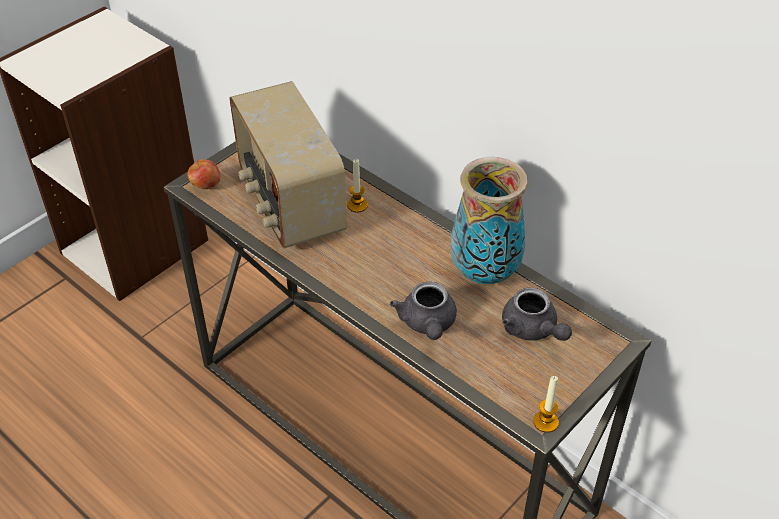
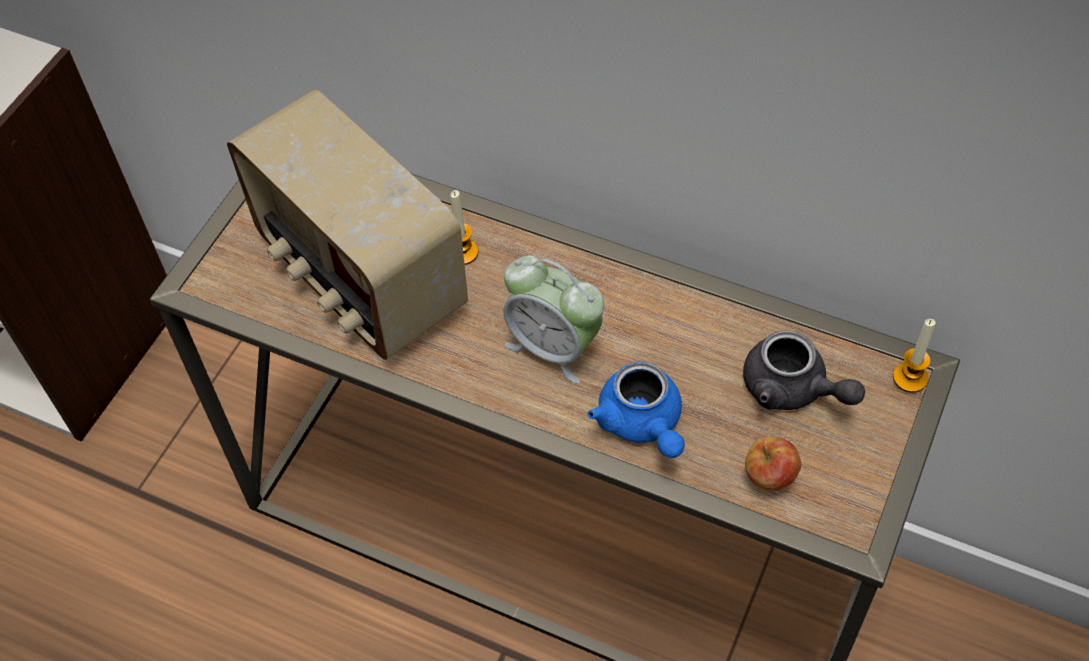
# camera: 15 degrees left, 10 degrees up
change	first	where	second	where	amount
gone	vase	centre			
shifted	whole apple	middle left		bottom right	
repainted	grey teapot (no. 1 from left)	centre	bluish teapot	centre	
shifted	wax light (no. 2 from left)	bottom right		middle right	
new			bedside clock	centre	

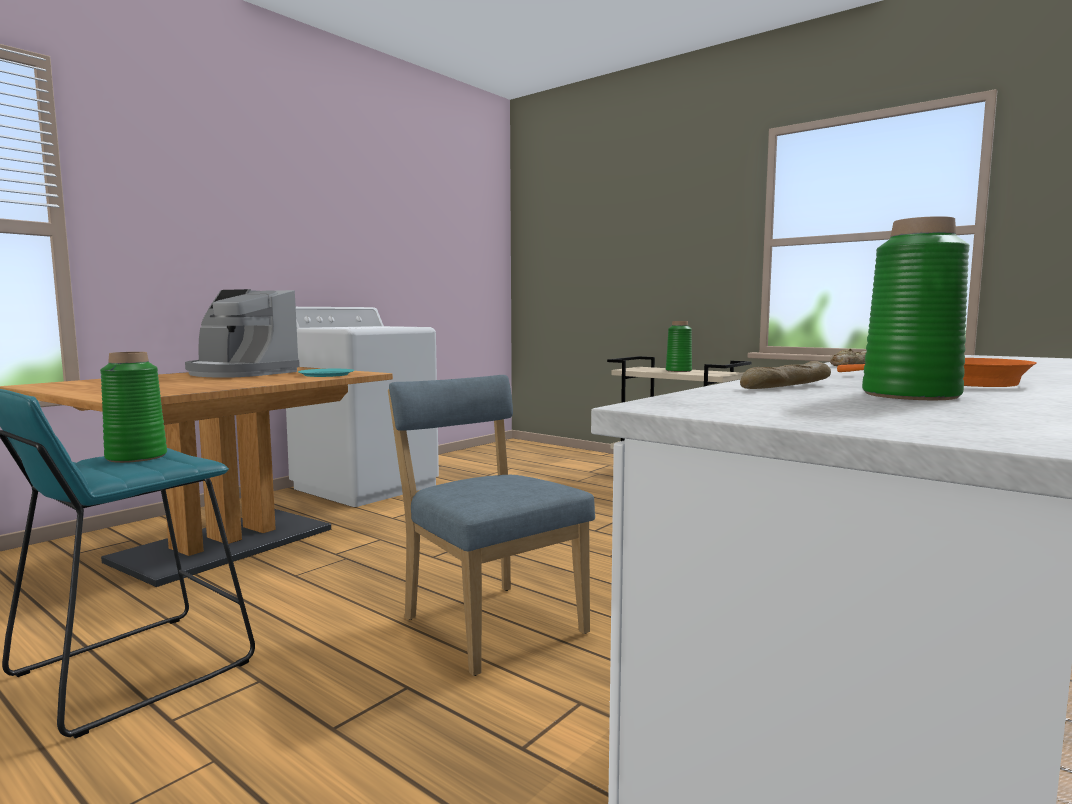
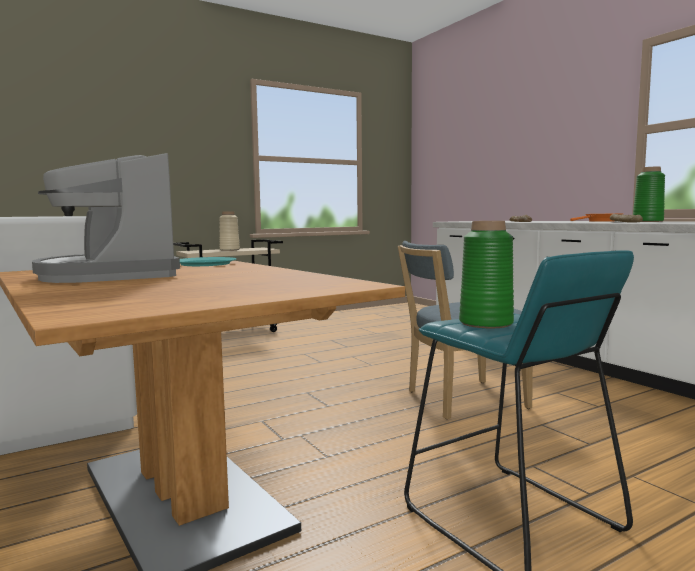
# camera: 70 degrees left, 0 degrees up
change	first	where	second	where	amount
rotated	coffee brewer	middle left		middle left	105 degrees clockwise
repainted	greenish vase (no. 2 from left)	centre	beige vase	middle left	

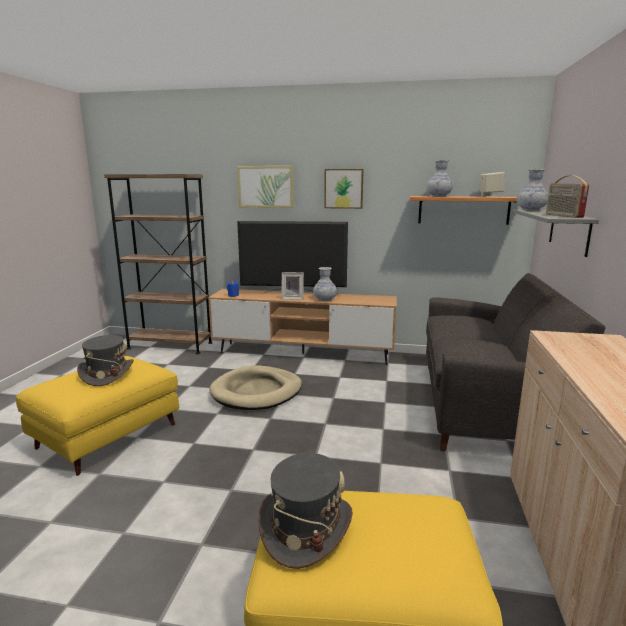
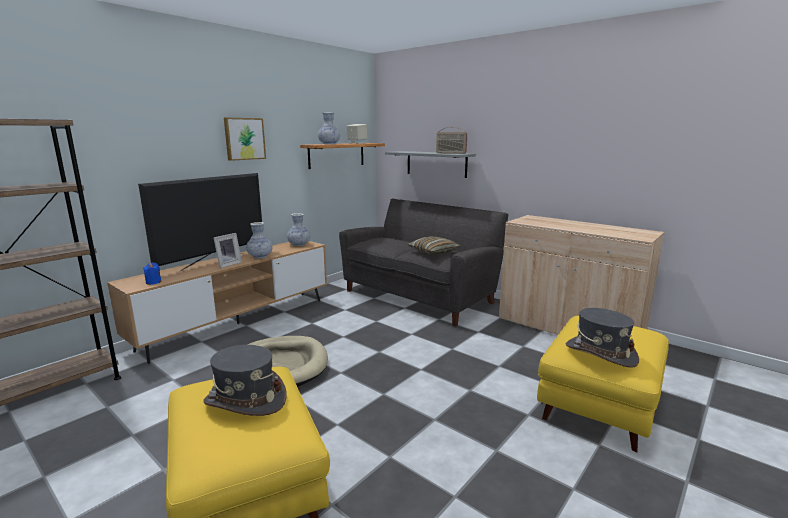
# camera: 60 degrees left, 0 degrees up
change	first	where	second	where	amount
gone	wall art (no. 1 from left)	top centre			
shifted	vase (no. 3 from left in the first image)	top right	vase (no. 2 from left)	centre	
new			pillow	centre	

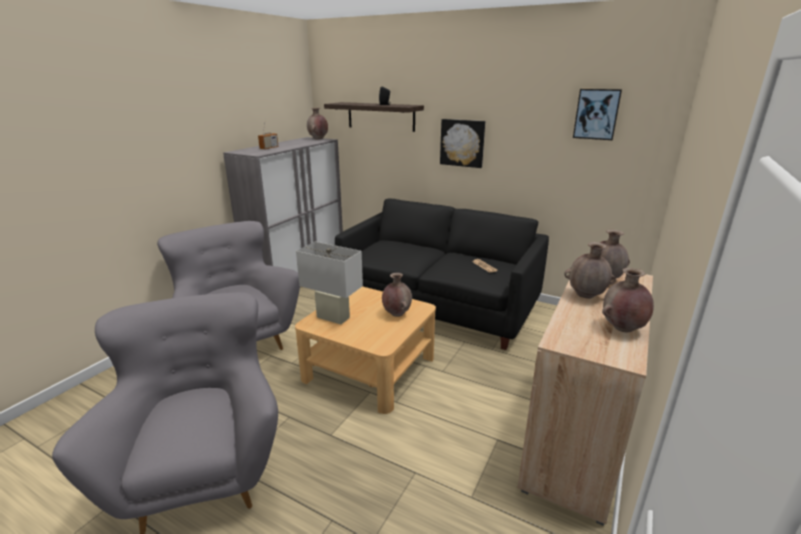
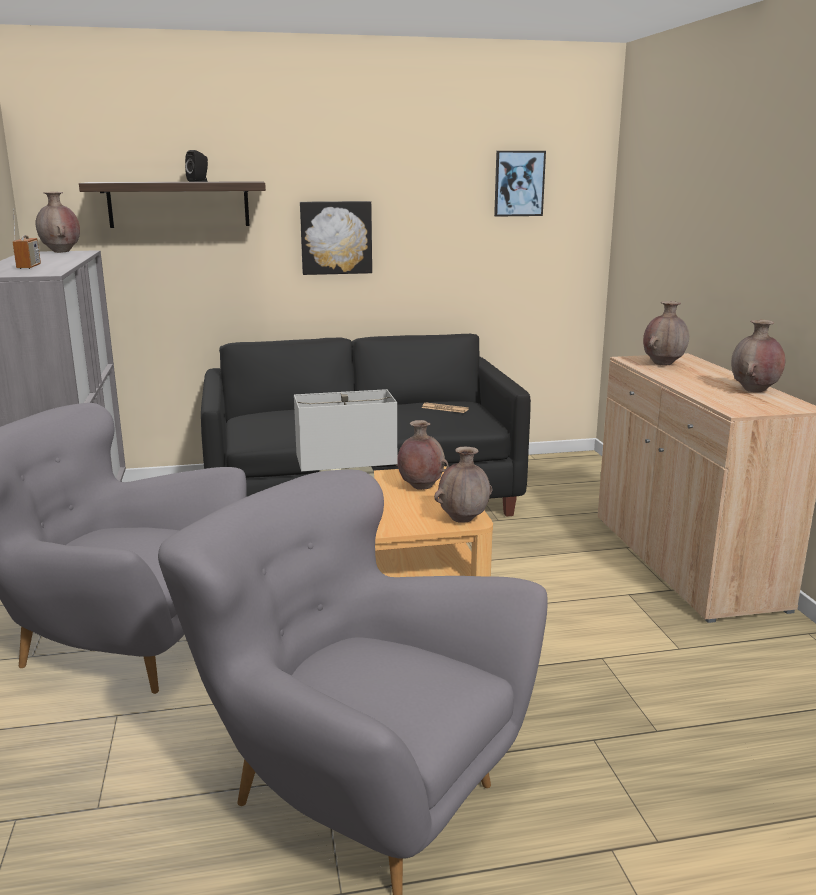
# camera: 40 degrees left, 5 degrees down
change	first	where	second	where	amount
shifted	brownish vase (no. 3 from left)	middle right		centre	

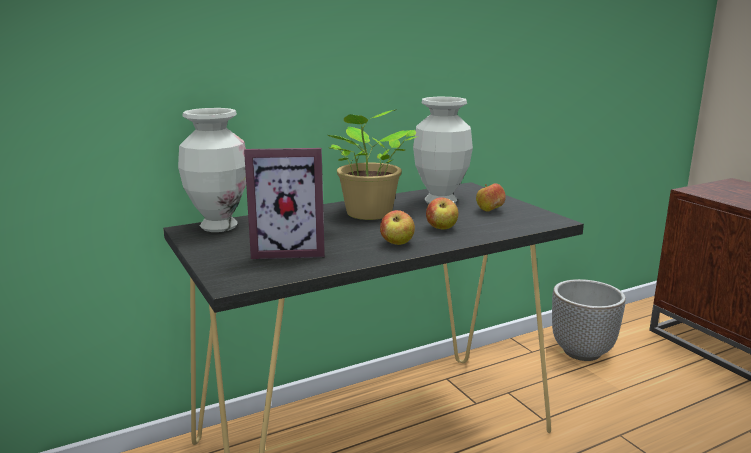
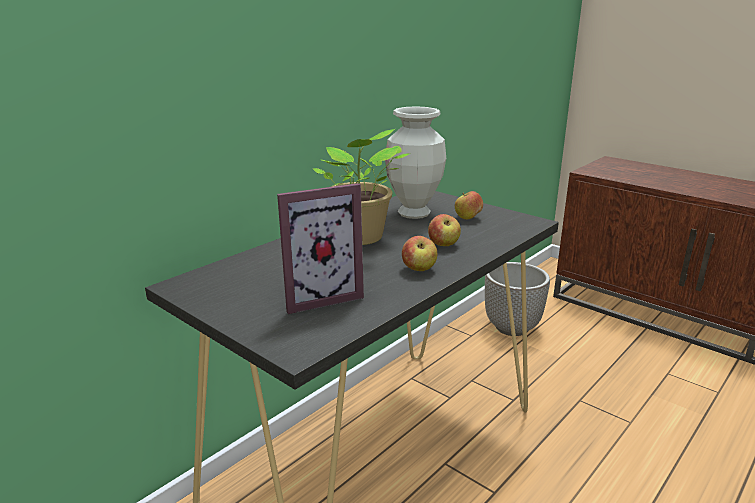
# camera: 20 degrees left, 5 degrees up
change	first	where	second	where	amount
gone	vase (no. 1 from left)	middle left			

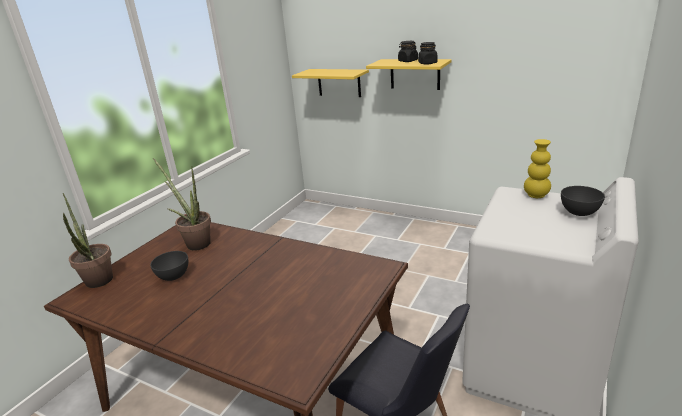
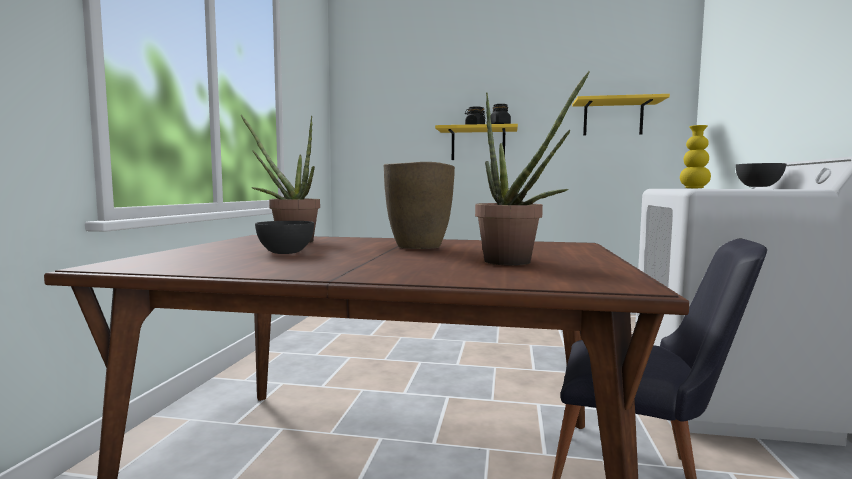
# camera: 20 degrees left, 20 degrees down
change	first	where	second	where	amount
shifted	yellowish wall shelf (no. 1 from left in the first image)	top centre	yellowish wall shelf (no. 2 from left)	top right	
shifted	potted plant (no. 1 from left in the first image)	middle left	potted plant (no. 2 from left)	centre	
new			brownish vase	centre	

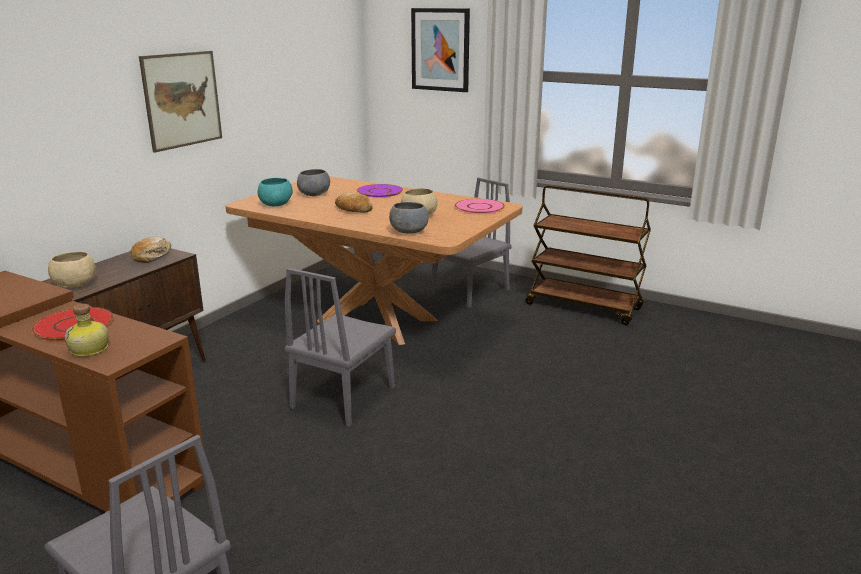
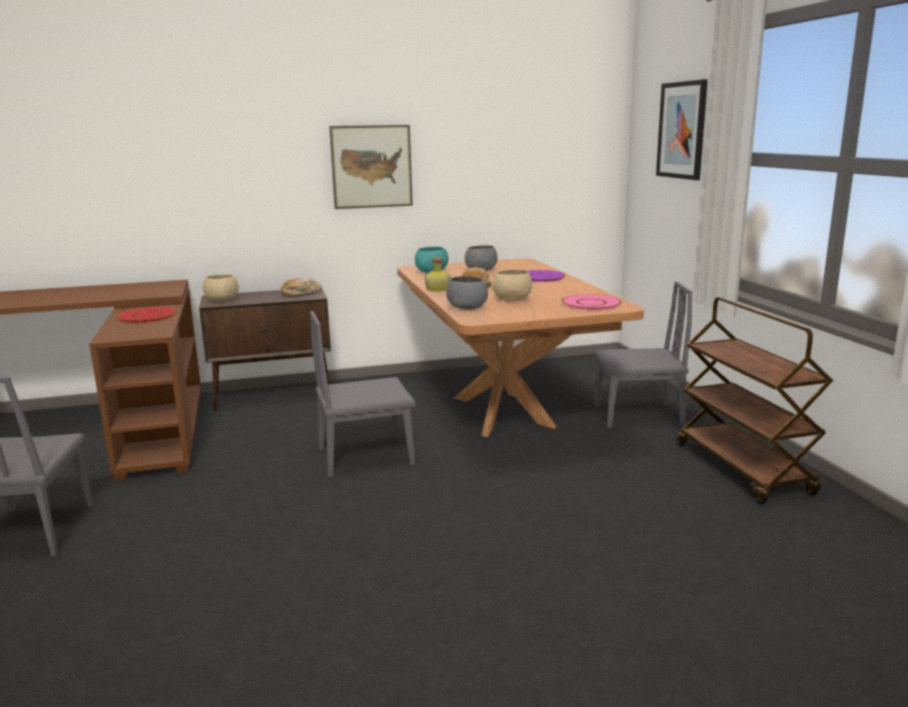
# camera: 45 degrees right, 5 degrees down
change	first	where	second	where	amount
shifted	drink bottle	middle left		centre	

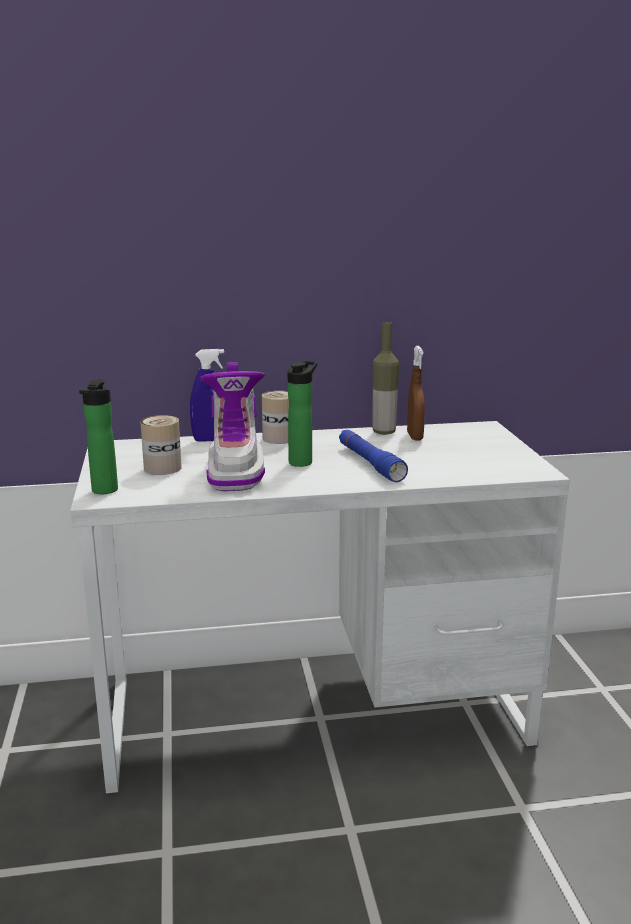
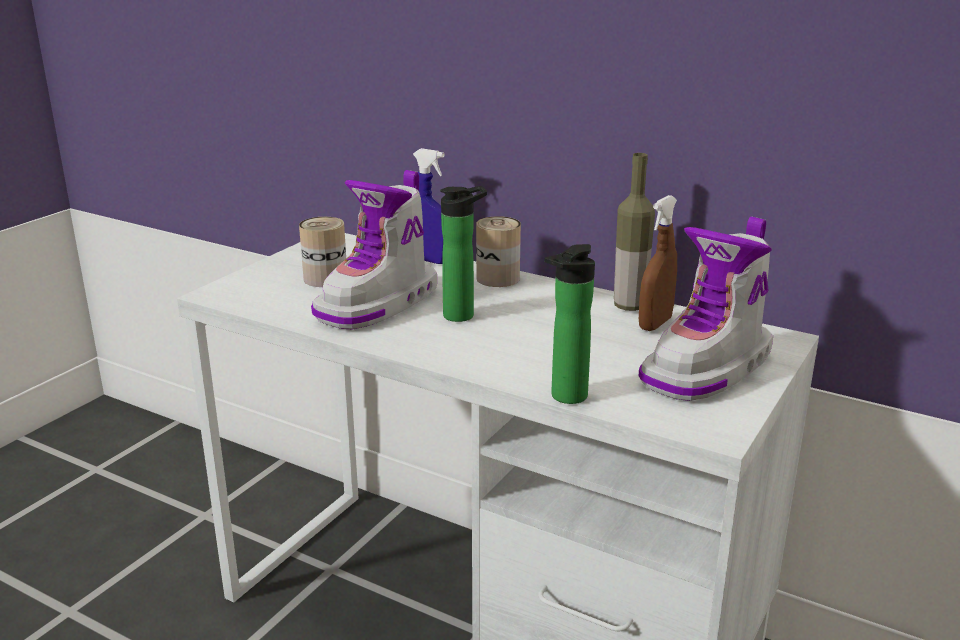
# camera: 40 degrees right, 5 degrees up
change	first	where	second	where	amount
shifted	drink bottle (no. 1 from left in the first image)	middle left	drink bottle (no. 2 from left)	centre	
gone	bluish flashlight	centre			
new			tall boot (no. 2 from left)	middle right	

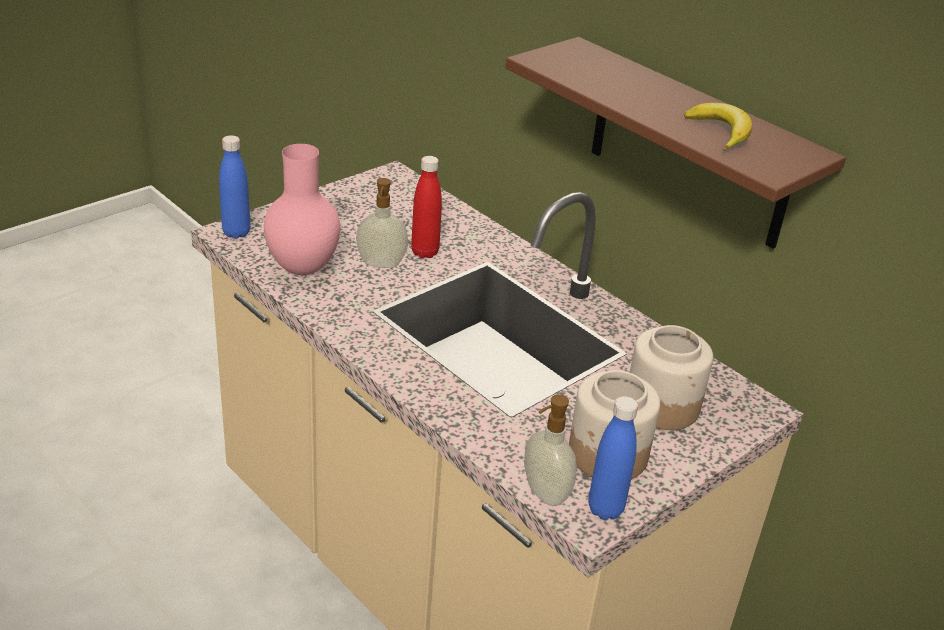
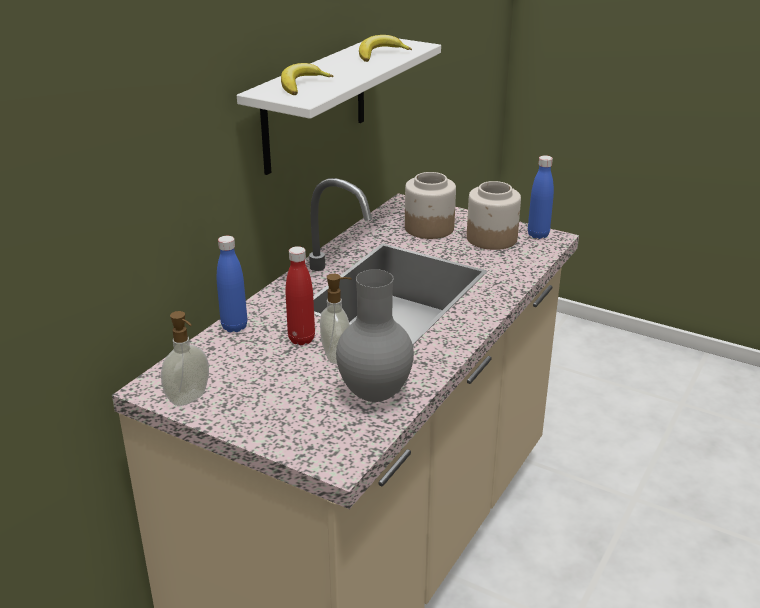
# camera: 105 degrees left, 5 degrees down
change	first	where	second	where	amount
repainted	brownish wall shelf	top right	white wall shelf	top centre	
shifted	bluish drink bottle (no. 1 from left)	top left		middle left	
repainted	pink vase	top left	grey vase	centre	
shifted	liquid soap bottle (no. 2 from left in the first image)	bottom centre	liquid soap bottle (no. 1 from left)	middle left	
new			banana (no. 1 from left)	top centre	

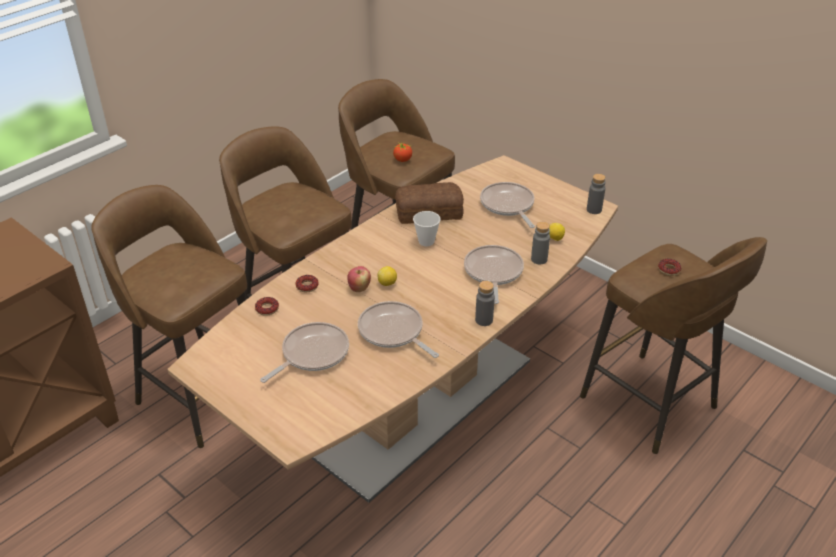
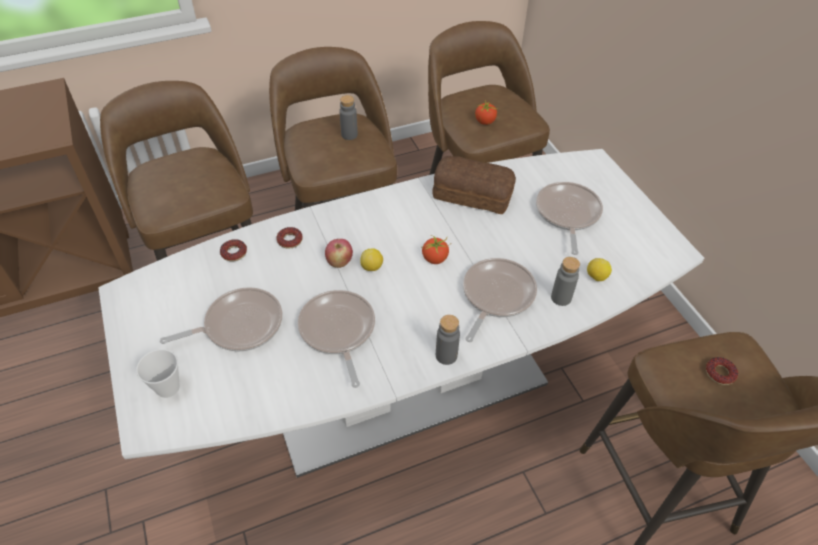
# camera: 25 degrees right, 10 degrees up
change	first	where	second	where	amount
repainted	brownish dinner table	centre	white dinner table	centre	
shifted	grey drink bottle (no. 3 from left in the first image)	middle right	grey drink bottle (no. 1 from left)	top centre	
shifted	drinking cup	centre		bottom left	
new			whole tomato (no. 1 from left)	centre	

